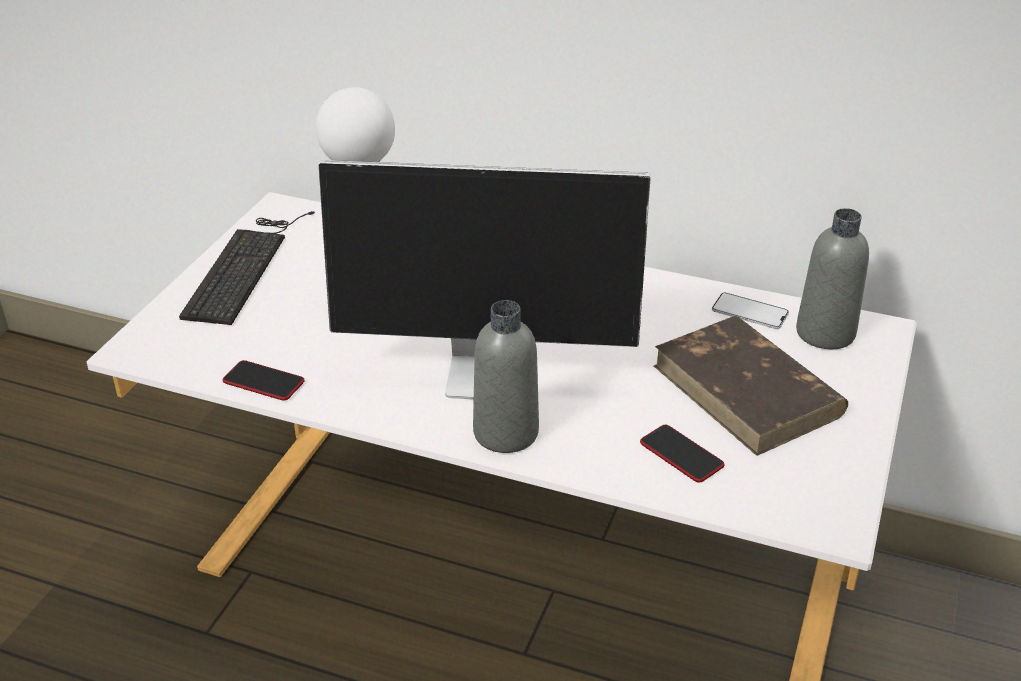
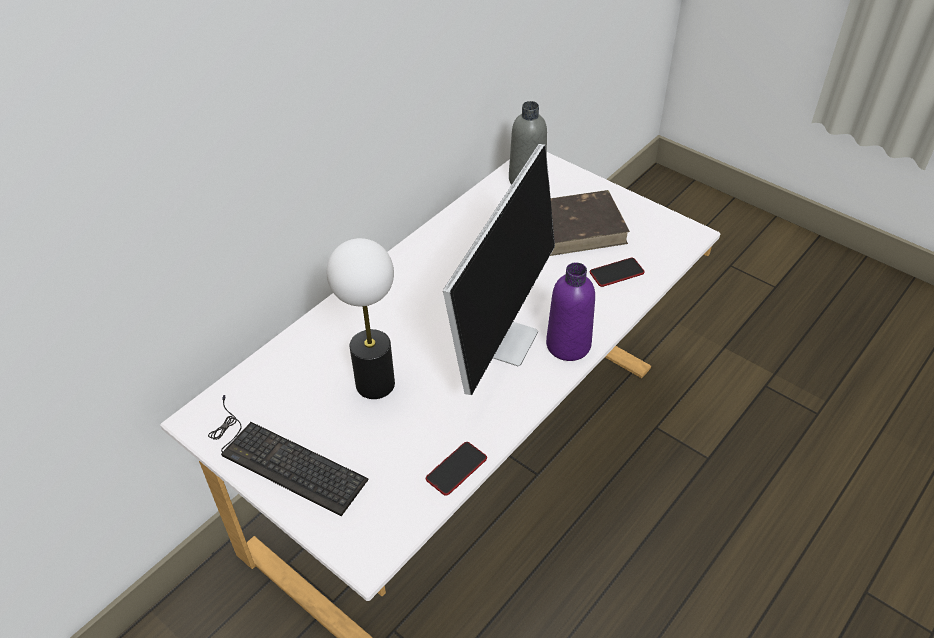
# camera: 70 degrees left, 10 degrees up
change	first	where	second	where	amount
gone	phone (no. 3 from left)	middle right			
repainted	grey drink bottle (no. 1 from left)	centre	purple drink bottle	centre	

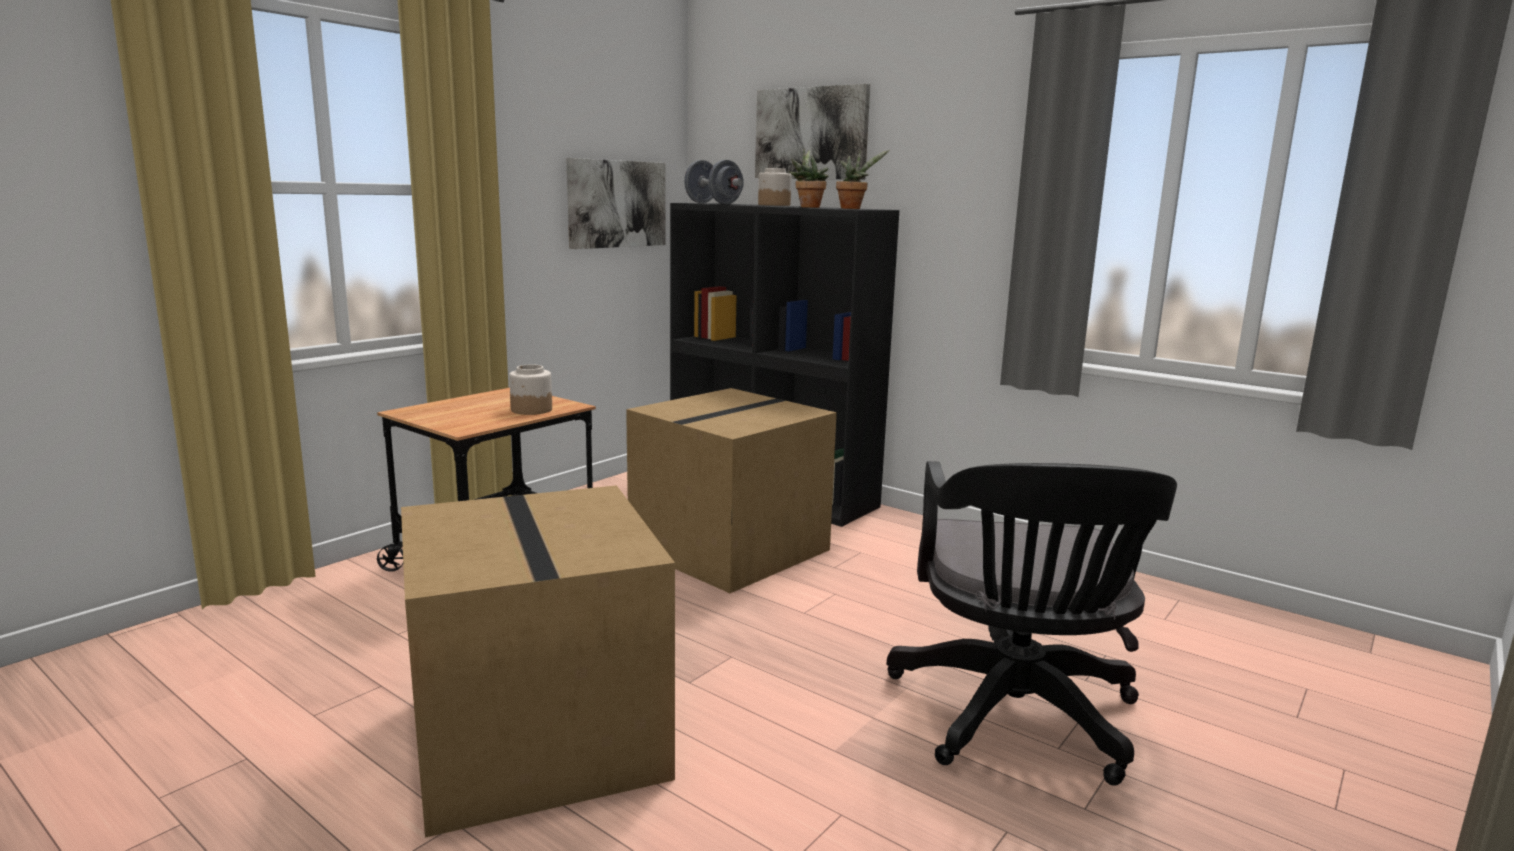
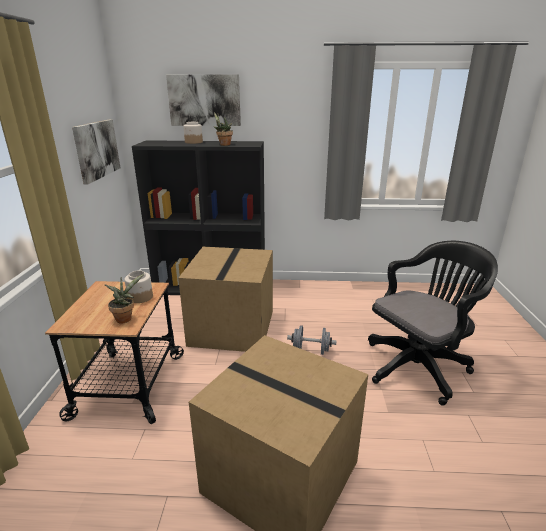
# camera: 35 degrees left, 10 degrees up
change	first	where	second	where	amount
shifted	potted plant (no. 2 from left in the first image)	top centre	potted plant (no. 1 from left)	middle left	
shifted	grey hand weight	top centre		centre	
rotated	black-coloured office chair	bottom right		middle right	90 degrees counterclockwise

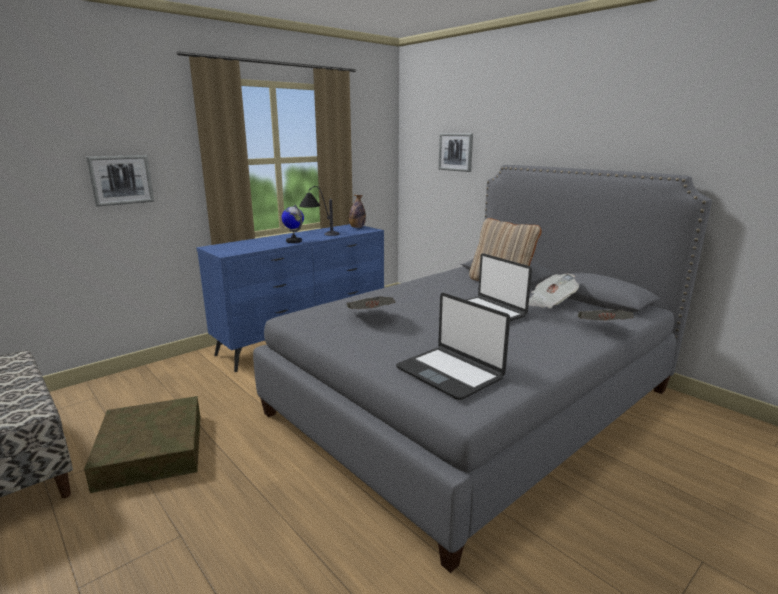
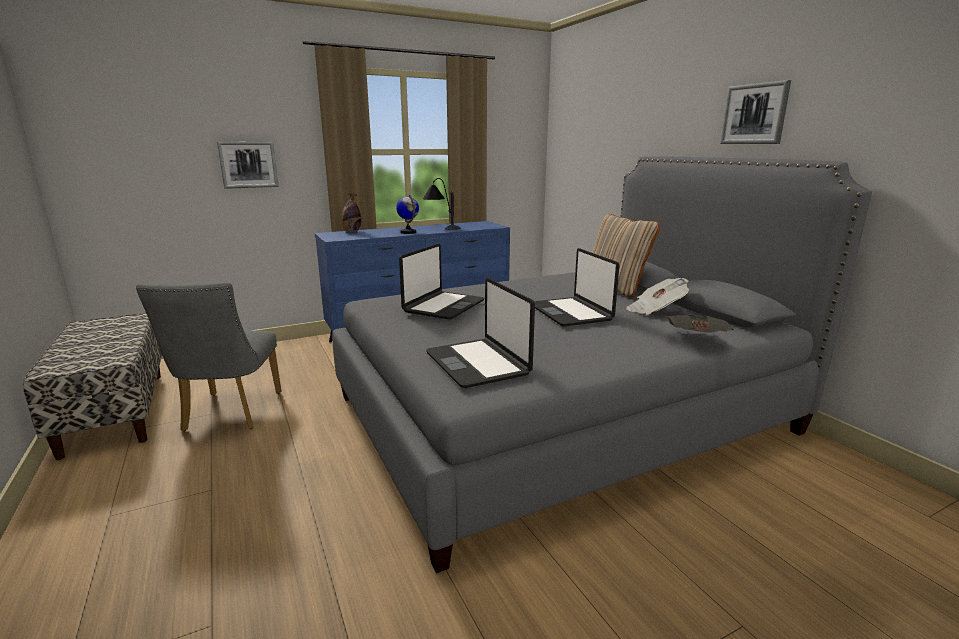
# camera: 15 degrees right, 0 degrees up
change	first	where	second	where	amount
shifted	wall art (no. 2 from left)	top centre		top right	
shifted	drink bottle	centre		top centre	
swapped	newspaper (no. 1 from left)	centre	notebook computer (no. 1 from left)	centre	
swapped	brownish storage bin	bottom left	grey upright chair	middle left	

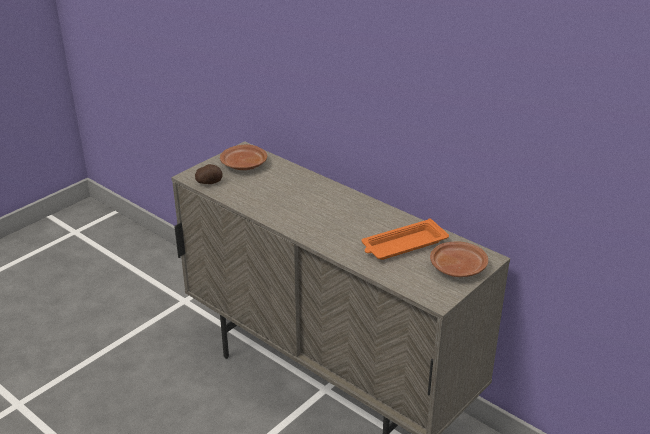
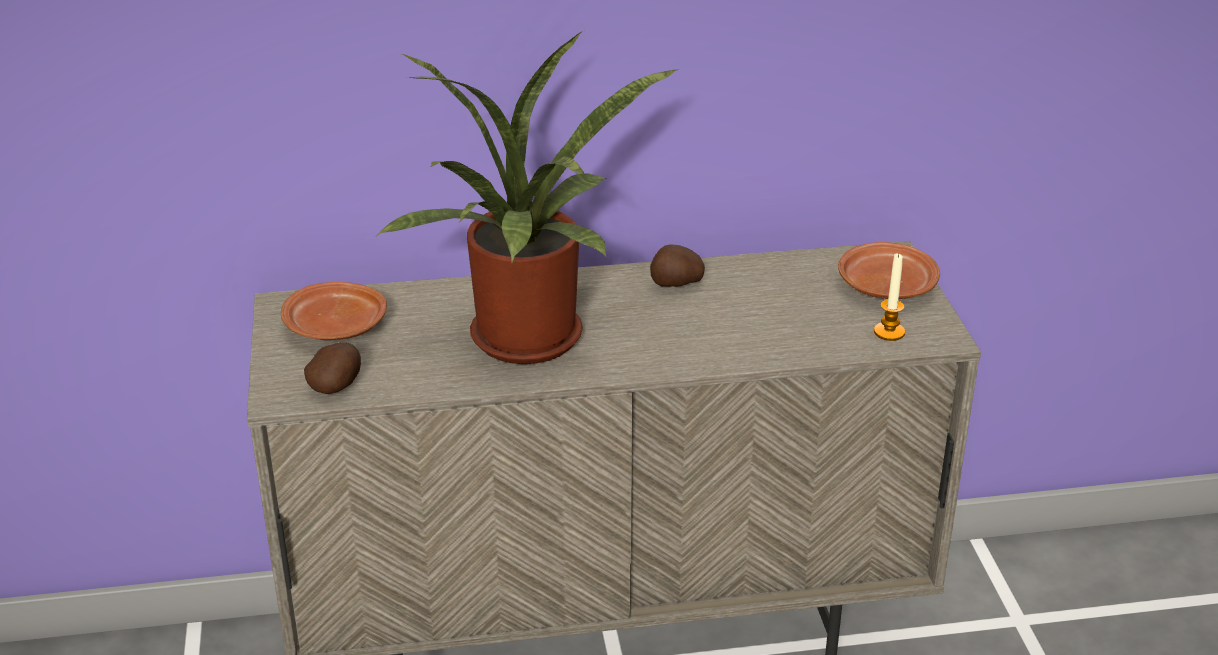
# camera: 50 degrees left, 0 degrees up
change	first	where	second	where	amount
gone	orange-coloured carrying tray	centre			
new			potted plant	top centre	
new			whole potato (no. 2 from left)	centre	
new			wax light	middle right	

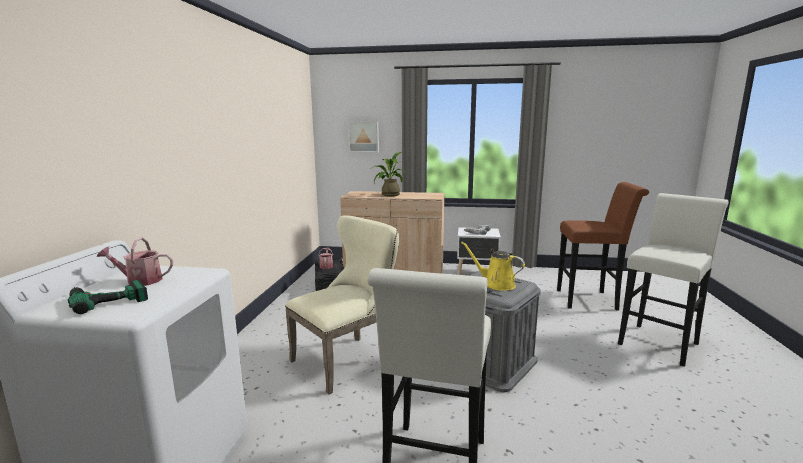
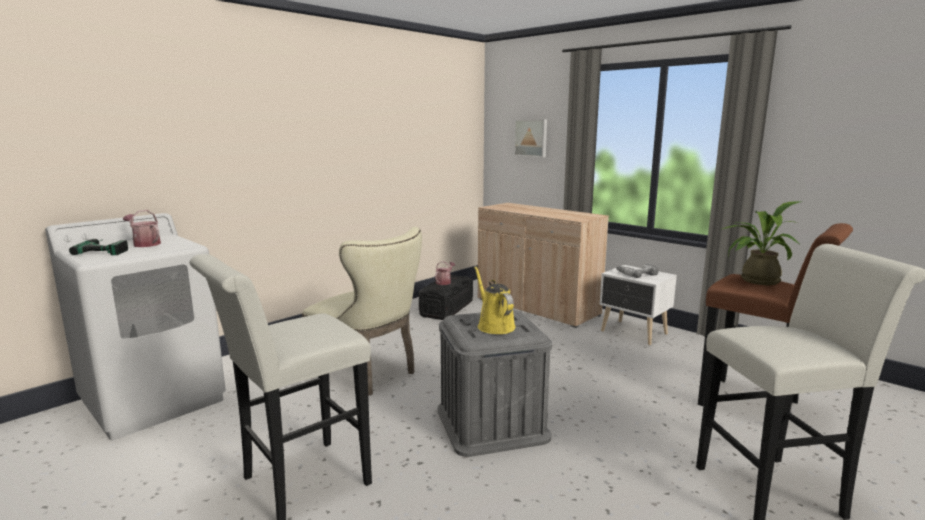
# camera: 35 degrees right, 0 degrees up
change	first	where	second	where	amount
shifted	potted plant	centre		middle right	
rotated	beige upright chair	centre		centre	45 degrees clockwise

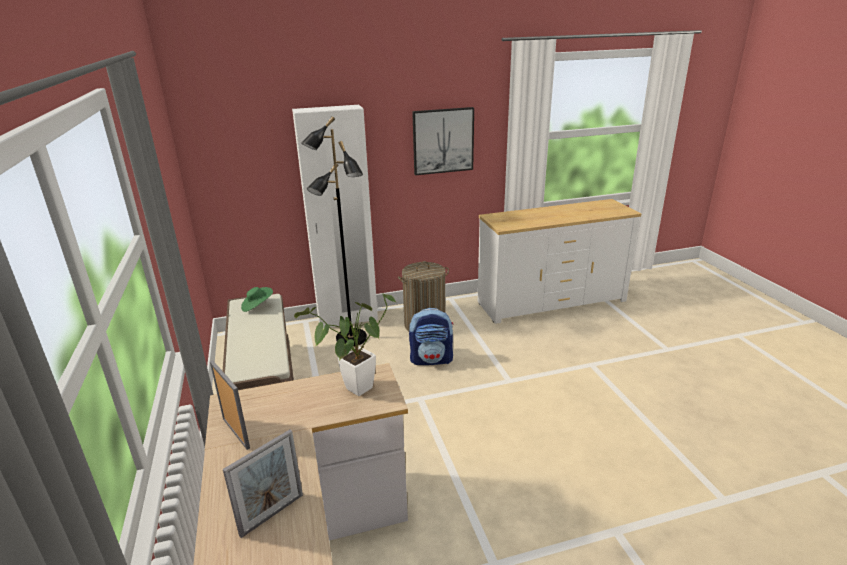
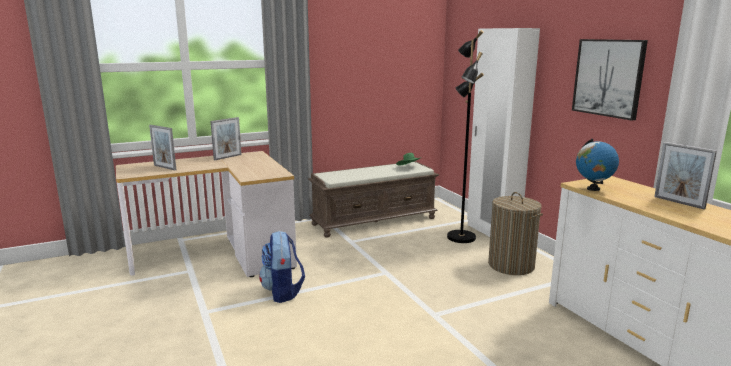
# camera: 80 degrees right, 10 degrees down
change	first	where	second	where	amount
gone	potted plant	centre			
shifted	backpack	centre		bottom centre	
new			desk globe	middle right	
new			standing frame (no. 3 from left)	middle right	

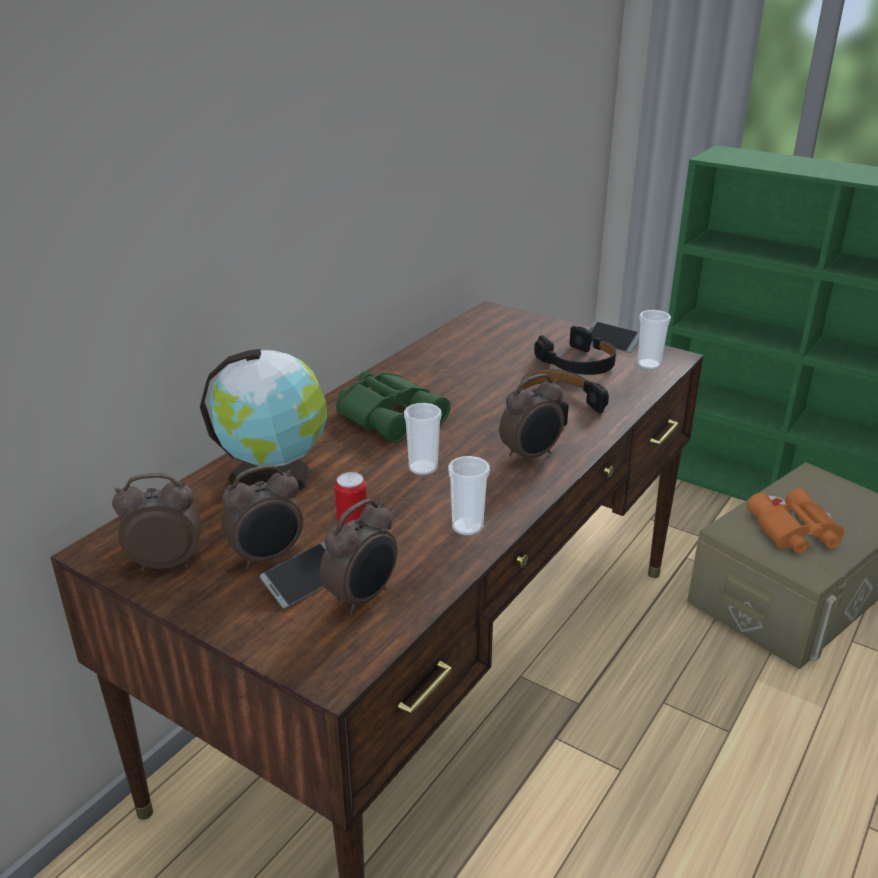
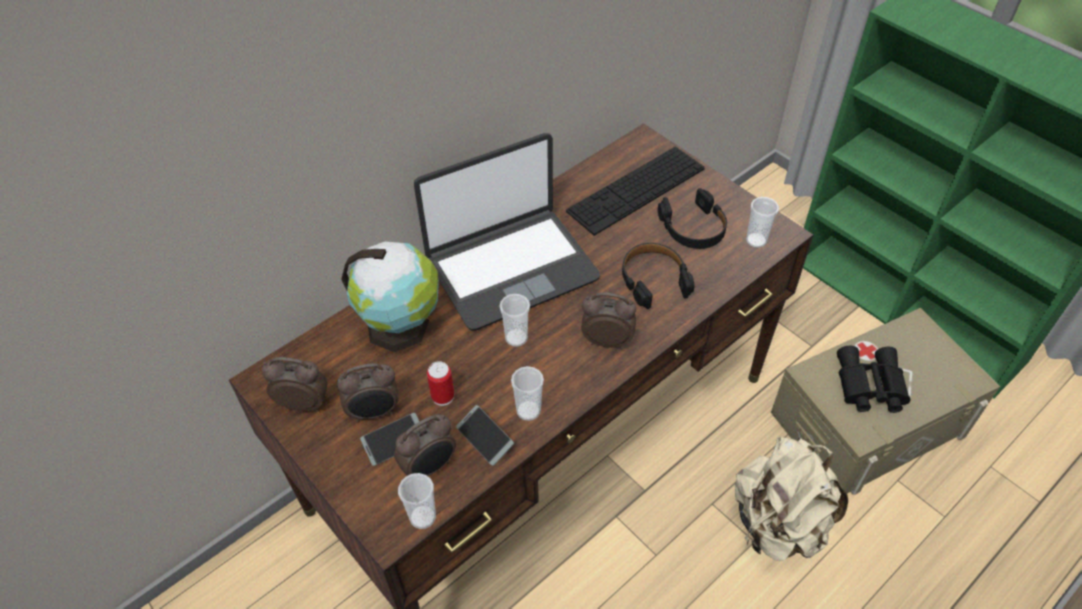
# camera: 15 degrees right, 20 degrees up
change	first	where	second	where	amount
shifted	phone (no. 2 from left)	middle right		bottom centre	
swapped	greenish binoculars	centre	notebook computer	centre	
rotated	bedside clock (no. 4 from left)	centre		centre	150 degrees counterclockwise
repainted	orange-coloured binoculars	middle right	black-coloured binoculars	middle right	
new			PC keyboard	top centre	
new			beige backpack	bottom right	
new			drinking cup (no. 1 from left)	bottom centre	

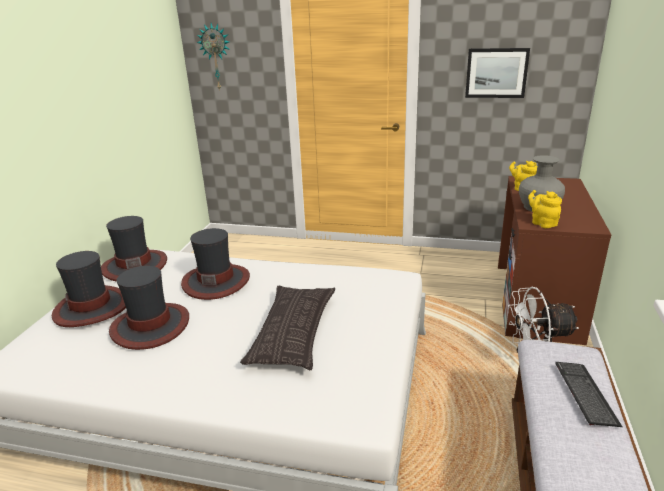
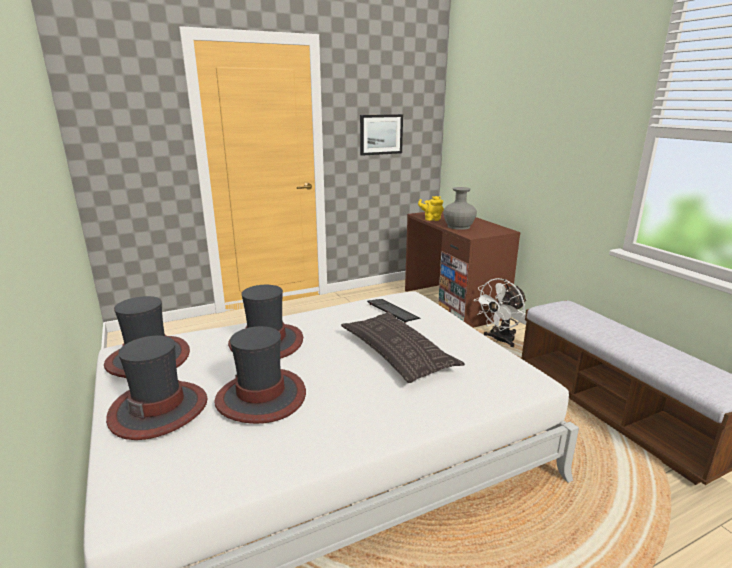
# camera: 40 degrees left, 5 degrees down
change	first	where	second	where	amount
gone	clock on the wall	top left			
gone	yellowish teapot (no. 2 from left)	middle right			
shifted	PC keyboard	bottom right		centre	

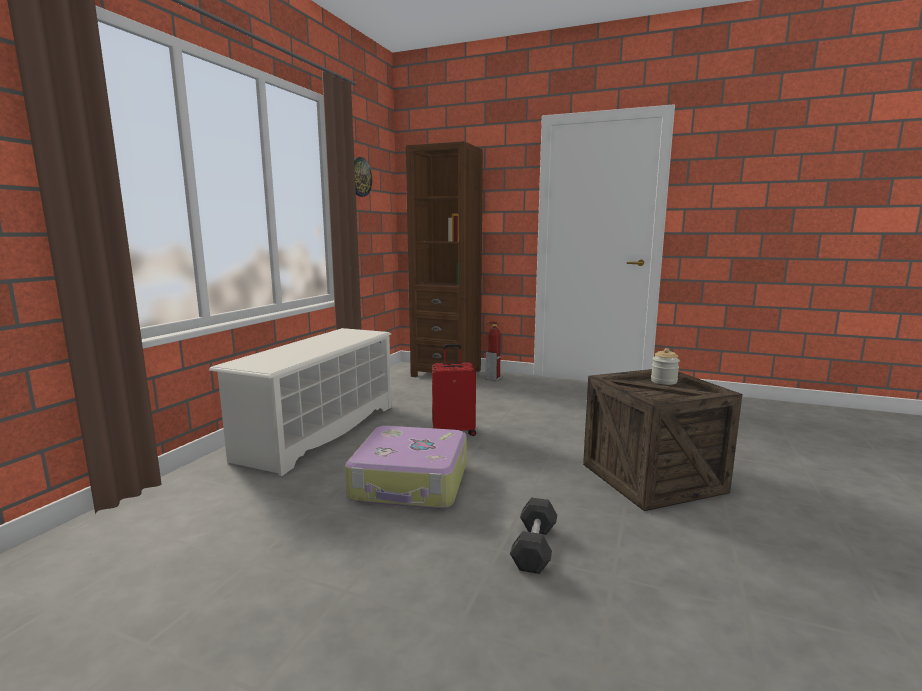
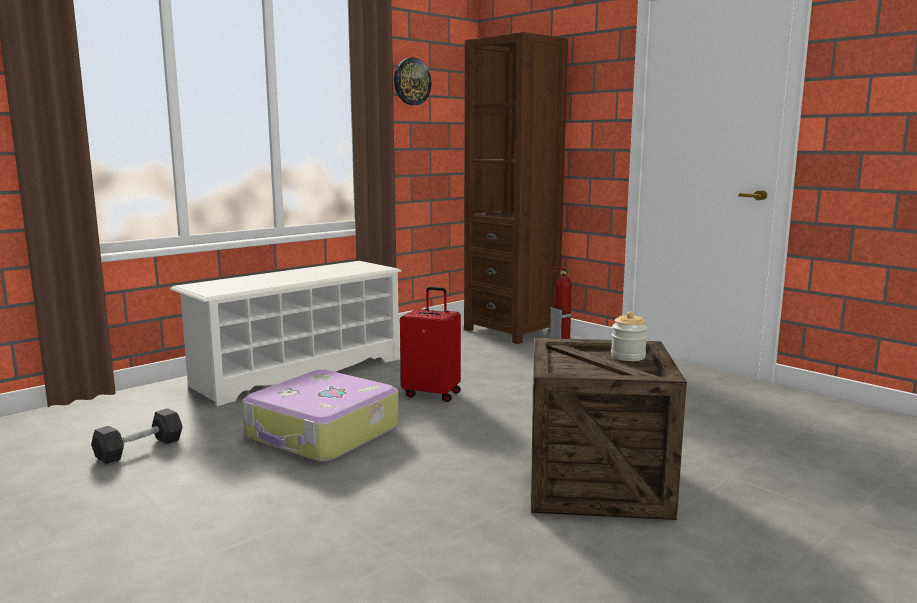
# camera: 25 degrees right, 0 degrees up
change	first	where	second	where	amount
shifted	grey hand weight	bottom centre		bottom left	

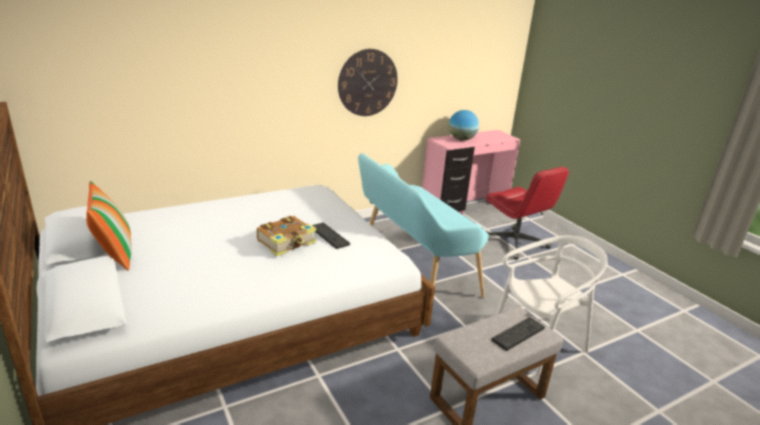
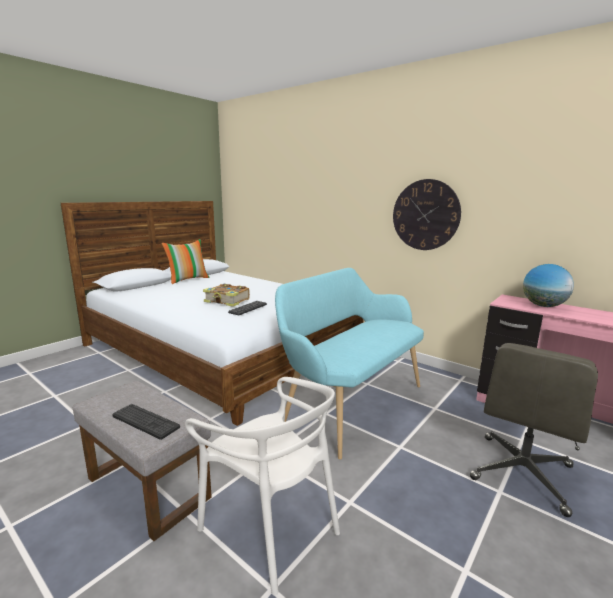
# camera: 70 degrees right, 10 degrees down
change	first	where	second	where	amount
repainted	reddish office chair	middle right	grey office chair	bottom right	

